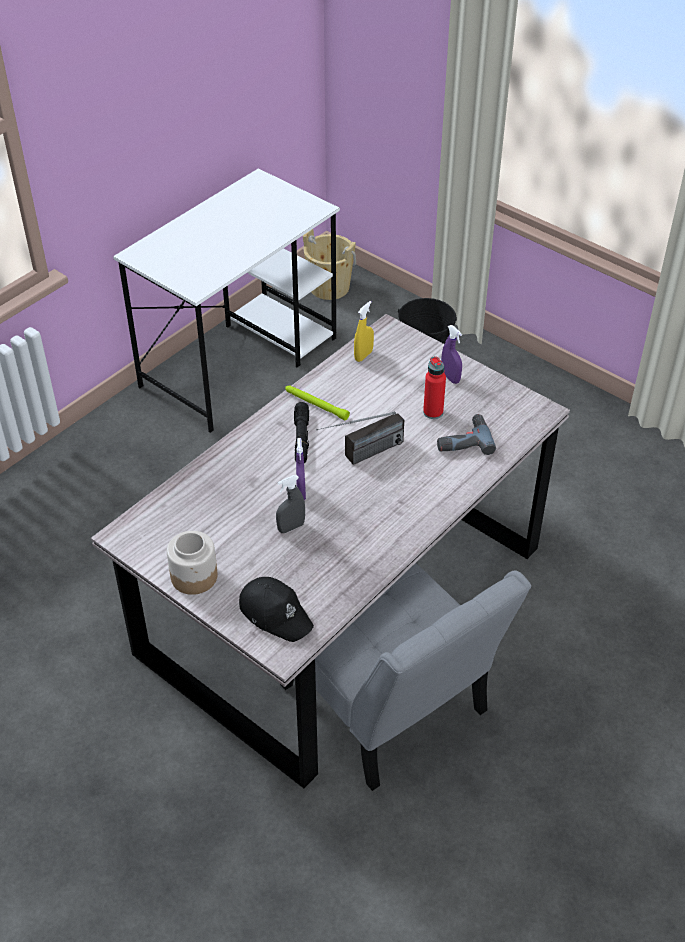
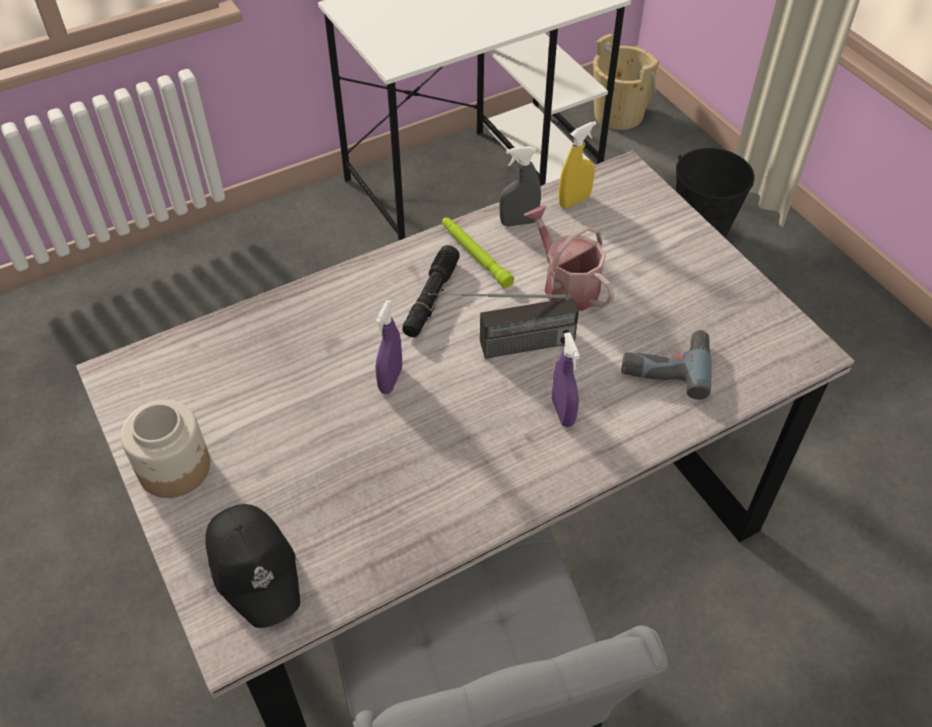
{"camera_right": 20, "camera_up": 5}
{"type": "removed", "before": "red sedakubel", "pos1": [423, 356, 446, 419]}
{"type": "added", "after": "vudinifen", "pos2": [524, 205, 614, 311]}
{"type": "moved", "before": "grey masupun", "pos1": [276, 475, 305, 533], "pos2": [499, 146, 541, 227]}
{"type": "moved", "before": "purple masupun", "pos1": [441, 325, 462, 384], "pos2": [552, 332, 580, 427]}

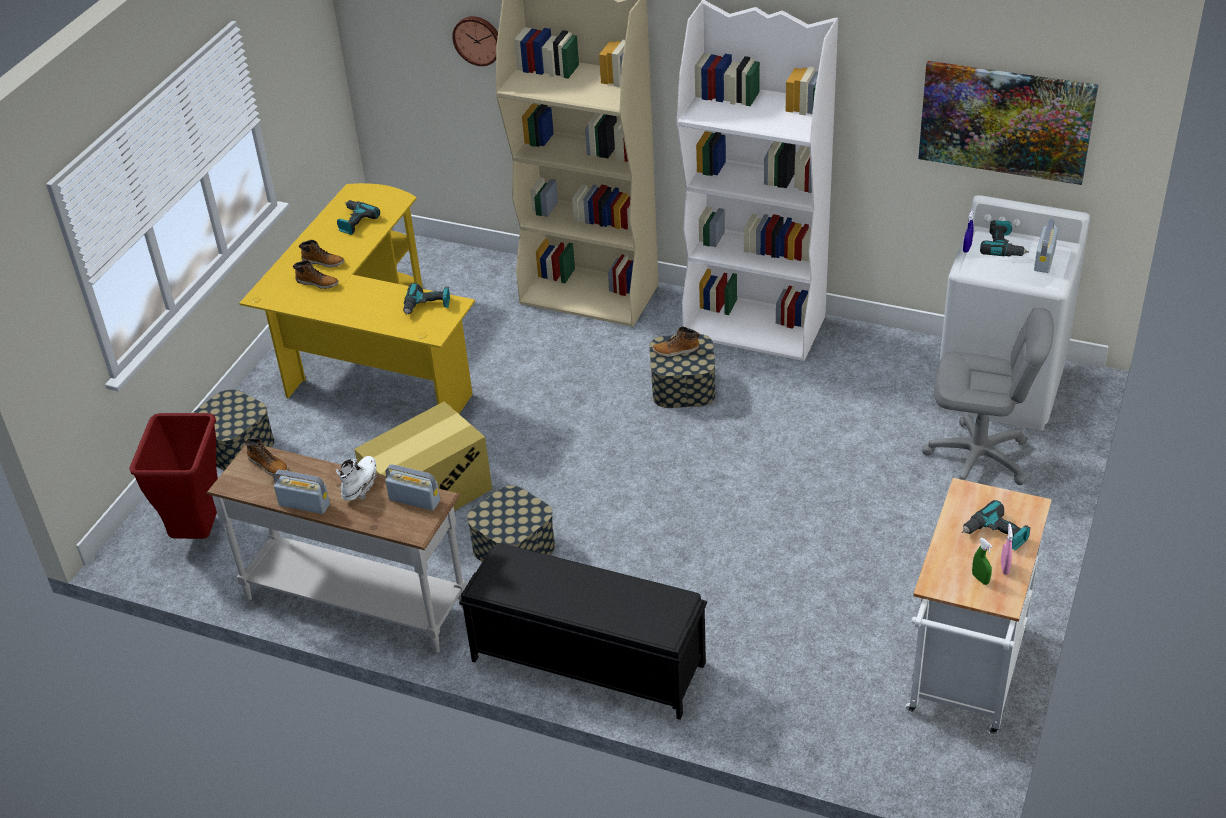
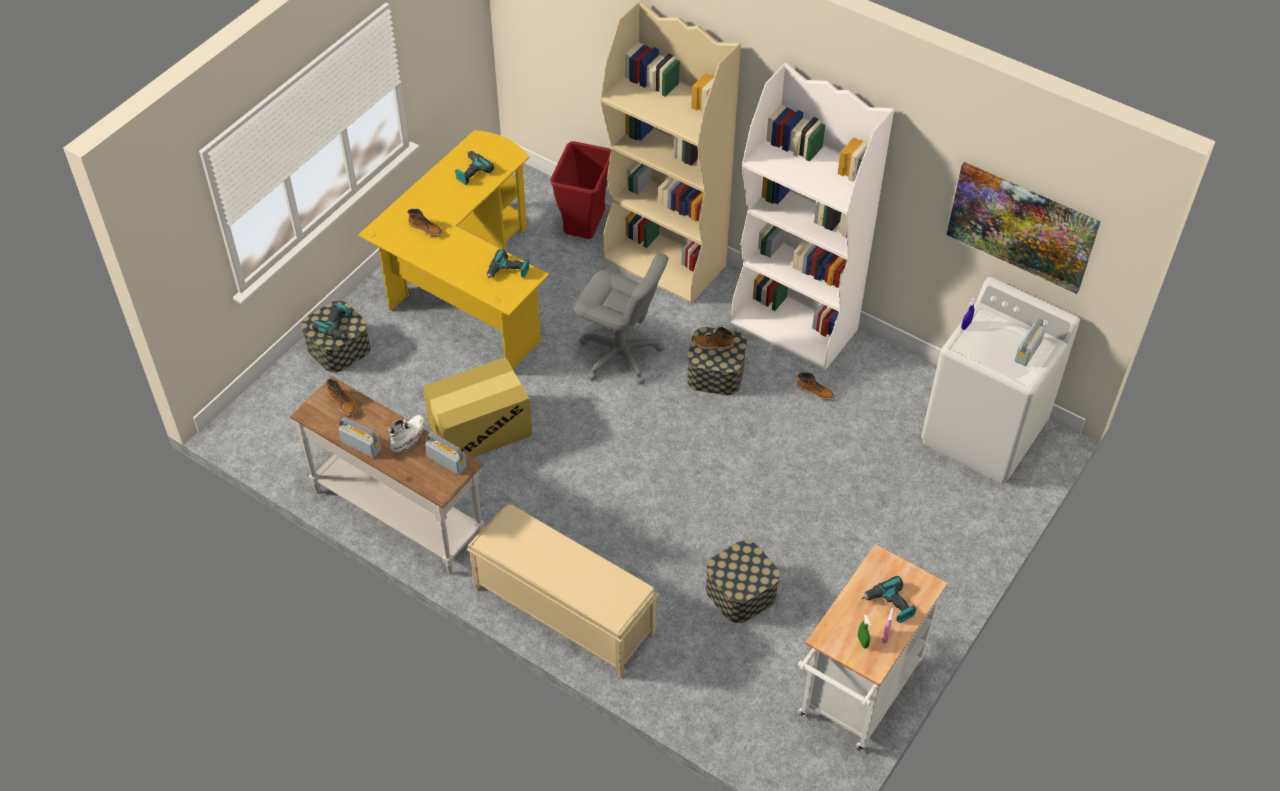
{"camera_right": 10, "camera_up": 10}
{"type": "removed", "before": "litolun", "pos1": [452, 16, 498, 66]}
{"type": "moved", "before": "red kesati", "pos1": [129, 413, 218, 539], "pos2": [550, 141, 611, 239]}
{"type": "moved", "before": "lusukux", "pos1": [299, 240, 345, 268], "pos2": [797, 372, 834, 400]}
{"type": "moved", "before": "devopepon", "pos1": [467, 485, 555, 562], "pos2": [706, 540, 780, 623]}
{"type": "moved", "before": "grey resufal", "pos1": [922, 308, 1054, 485], "pos2": [575, 253, 668, 385]}
{"type": "moved", "before": "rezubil", "pos1": [980, 220, 1029, 256], "pos2": [312, 303, 349, 339]}
{"type": "recoloured", "before": "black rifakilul", "after": "beige rifakilul", "pos1": [459, 543, 707, 720], "pos2": [467, 504, 659, 678]}

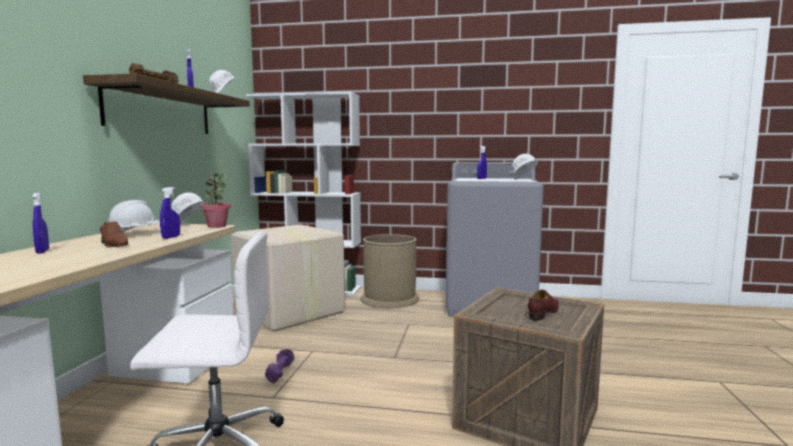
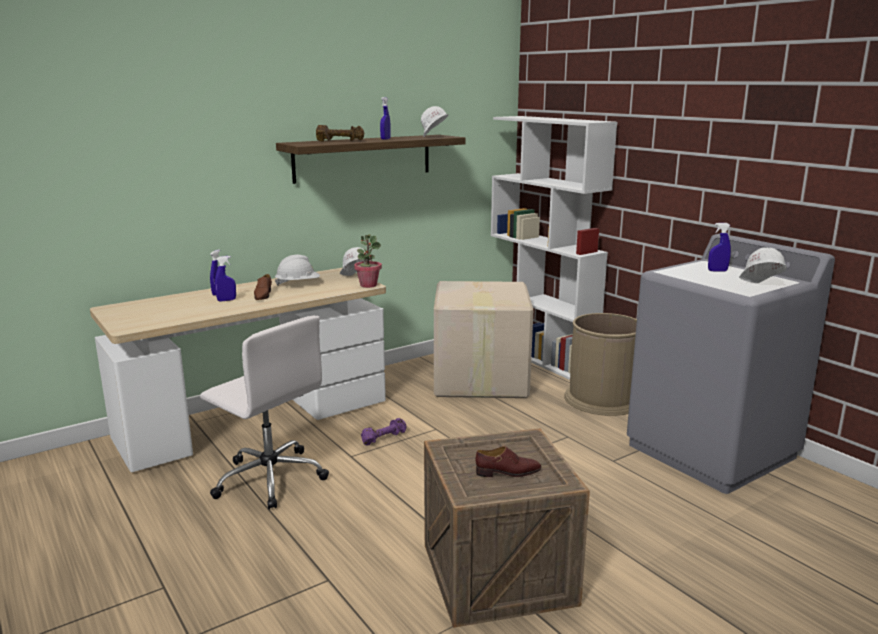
{"camera_right": 45, "camera_up": 10}
{"type": "moved", "before": "blue masupun", "pos1": [160, 187, 180, 239], "pos2": [215, 256, 236, 302]}

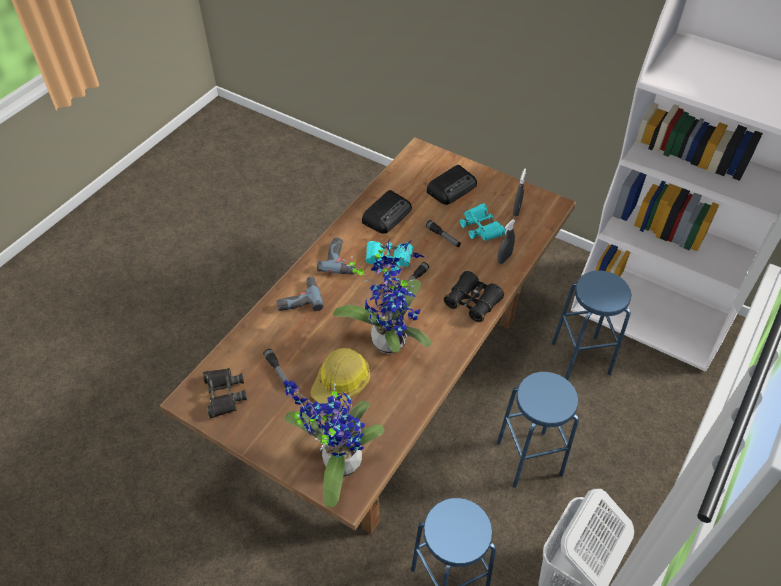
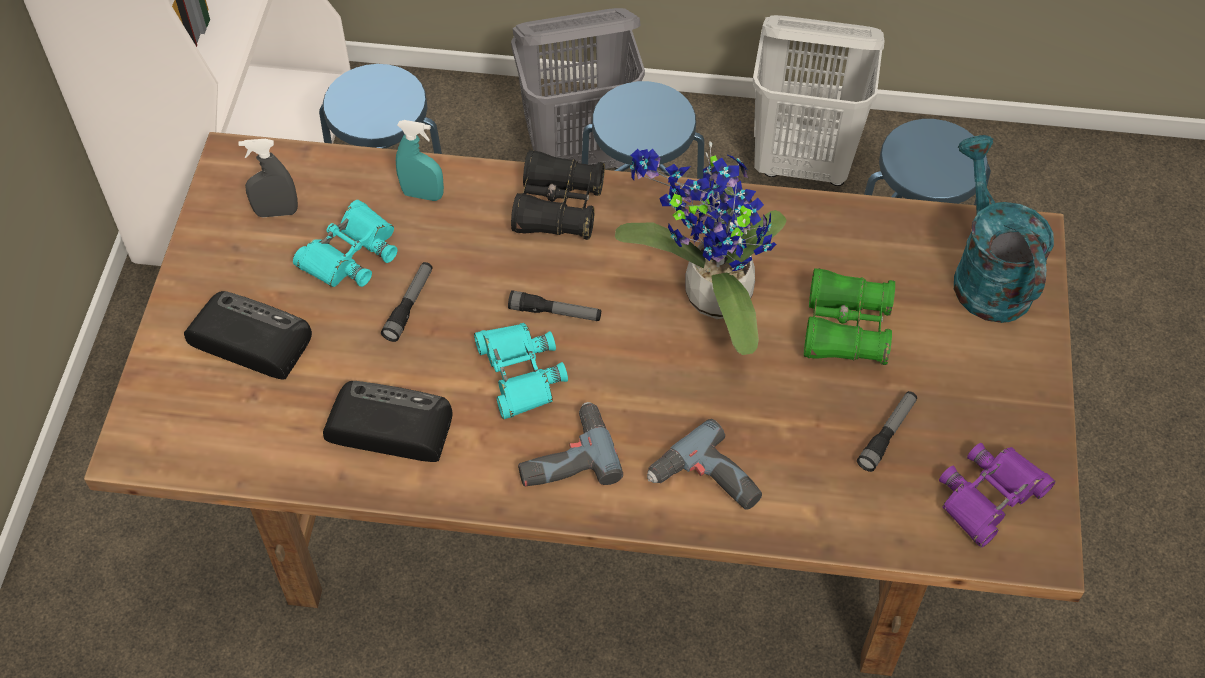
{"camera_right": -115, "camera_up": 5}
{"type": "added", "after": "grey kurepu", "pos2": [511, 8, 645, 169]}
{"type": "replaced", "before": "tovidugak", "after": "turquoise vudinifen", "pos1": [283, 380, 384, 507], "pos2": [954, 135, 1054, 323]}
{"type": "replaced", "before": "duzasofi", "after": "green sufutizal", "pos1": [311, 348, 370, 406], "pos2": [804, 268, 895, 365]}
{"type": "recoloured", "before": "black sufutizal", "after": "purple sufutizal", "pos1": [203, 368, 247, 418], "pos2": [939, 443, 1055, 547]}
{"type": "recoloured", "before": "grey masupun", "after": "turquoise masupun", "pos1": [497, 219, 516, 264], "pos2": [396, 120, 444, 201]}

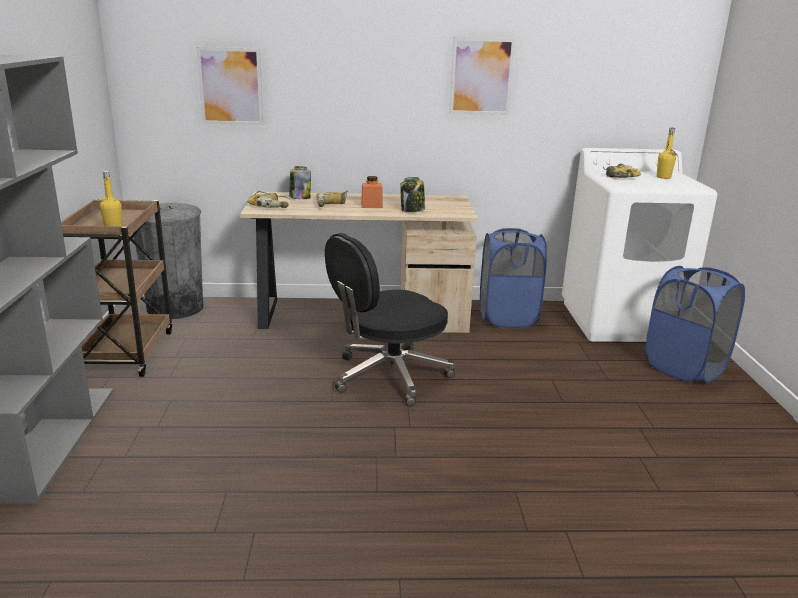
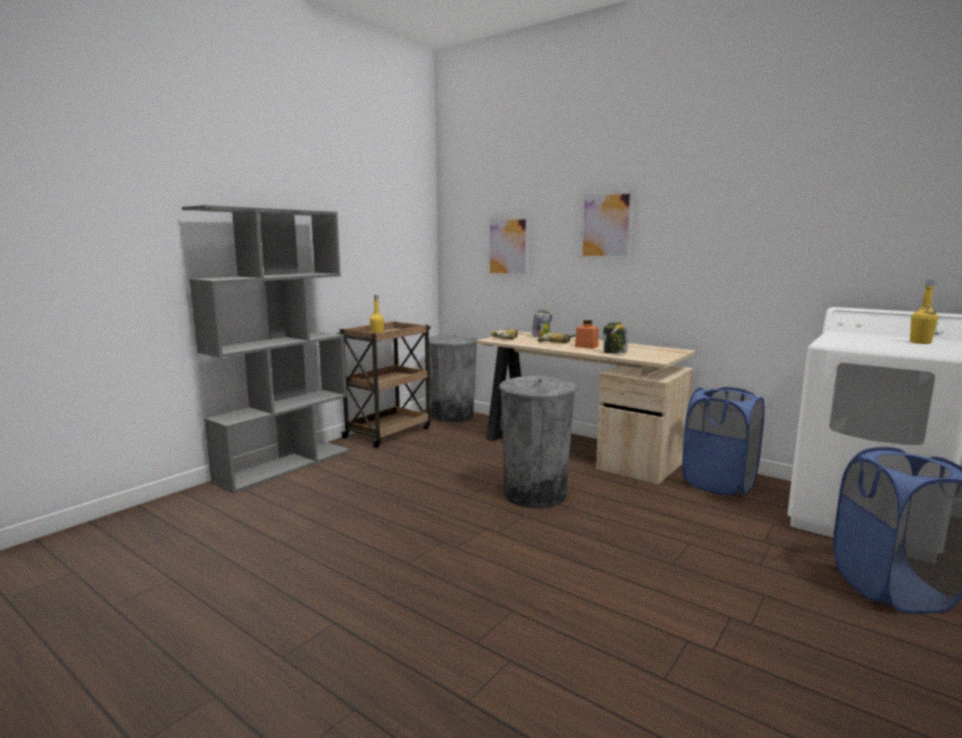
{"camera_right": 40, "camera_up": -10}
{"type": "removed", "before": "rezubil", "pos1": [603, 164, 641, 178]}
{"type": "moved", "before": "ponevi", "pos1": [449, 37, 516, 115], "pos2": [580, 190, 634, 260]}
{"type": "replaced", "before": "black resufal", "after": "grey kesati", "pos1": [325, 233, 455, 406], "pos2": [499, 376, 577, 508]}

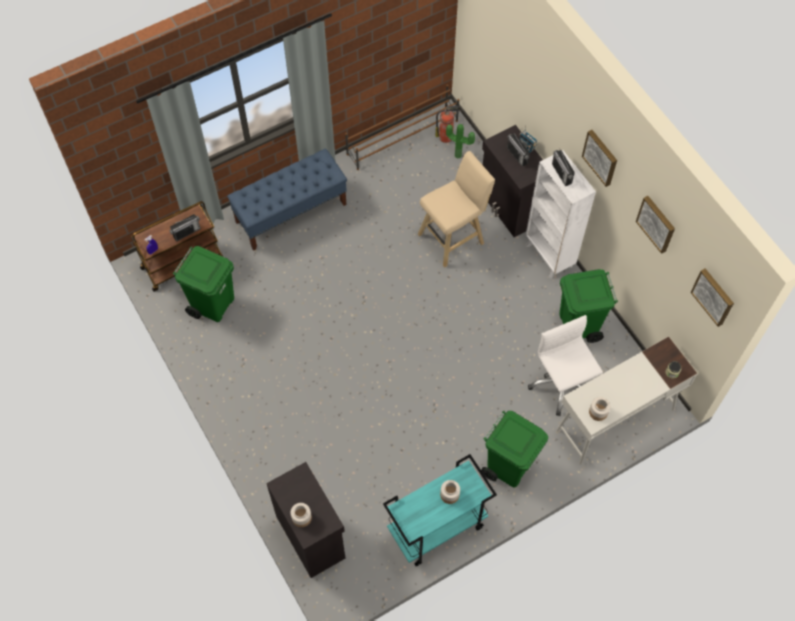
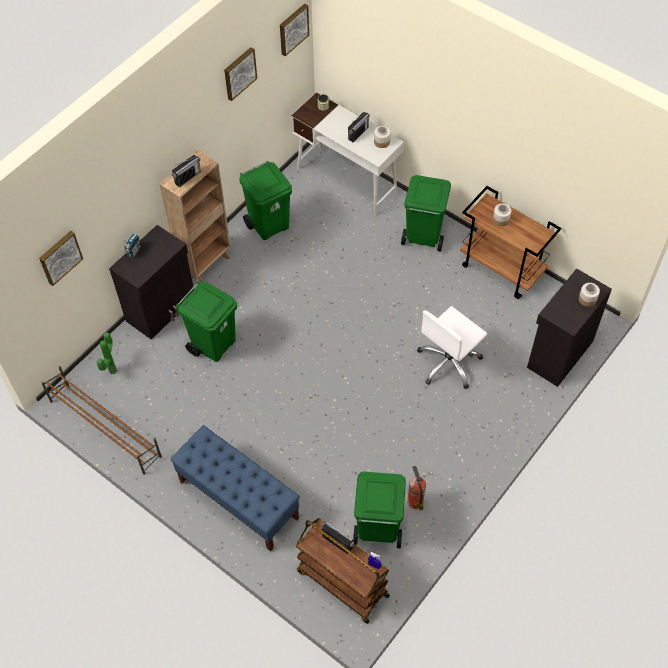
{"camera_right": -110, "camera_up": -5}
{"type": "moved", "before": "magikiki", "pos1": [436, 106, 461, 143], "pos2": [407, 466, 426, 510]}
{"type": "moved", "before": "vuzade", "pos1": [507, 132, 530, 167], "pos2": [348, 112, 370, 143]}
{"type": "moved", "before": "white resufal", "pos1": [528, 315, 603, 416], "pos2": [417, 306, 487, 389]}
{"type": "moved", "before": "ponevi", "pos1": [582, 130, 617, 187], "pos2": [39, 231, 83, 286]}
{"type": "replaced", "before": "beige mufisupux", "after": "green kesati", "pos1": [418, 151, 495, 268], "pos2": [176, 282, 237, 362]}
{"type": "recoloured", "before": "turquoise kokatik", "after": "brown kokatik", "pos1": [383, 454, 497, 566], "pos2": [460, 186, 561, 299]}
{"type": "recoloured", "before": "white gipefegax", "after": "brown gipefegax", "pos1": [525, 150, 596, 279], "pos2": [159, 150, 231, 284]}

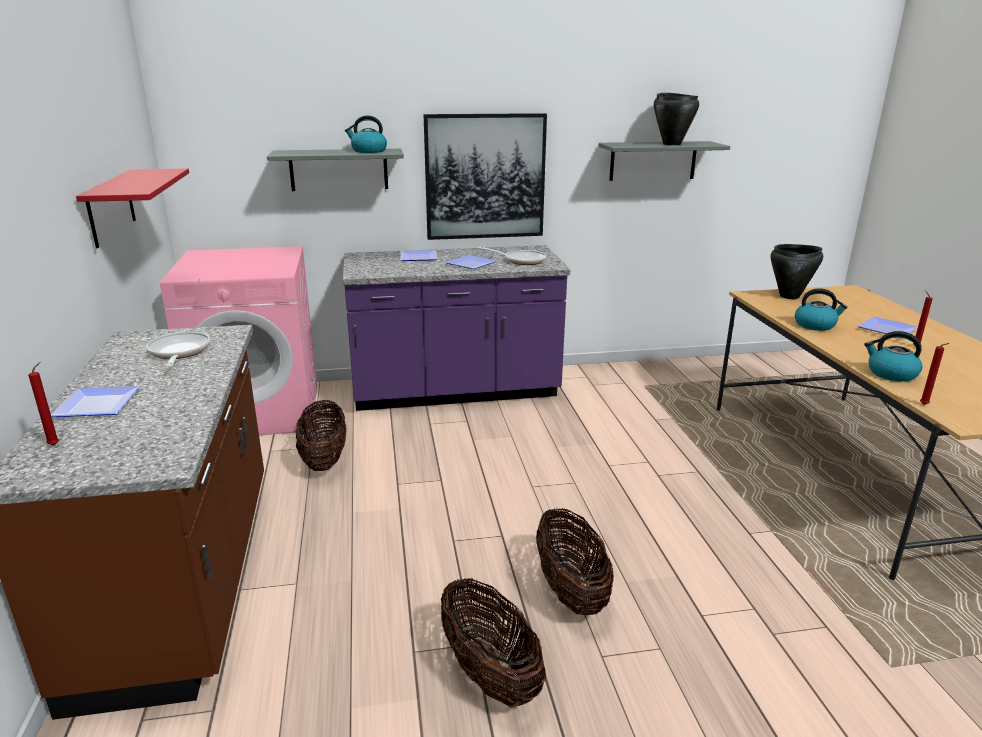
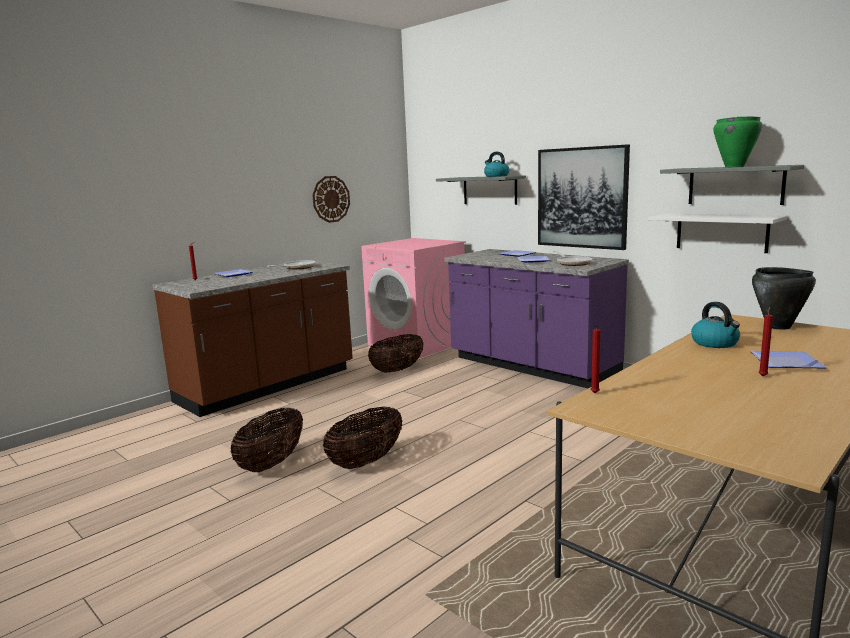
{"camera_right": 55, "camera_up": -10}
{"type": "removed", "before": "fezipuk", "pos1": [864, 331, 923, 382]}
{"type": "added", "after": "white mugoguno", "pos2": [648, 213, 787, 253]}
{"type": "replaced", "before": "red mugoguno", "after": "litolun", "pos1": [76, 168, 189, 248], "pos2": [312, 176, 350, 223]}
{"type": "recoloured", "before": "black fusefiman", "after": "green fusefiman", "pos1": [654, 92, 699, 145], "pos2": [714, 117, 762, 167]}

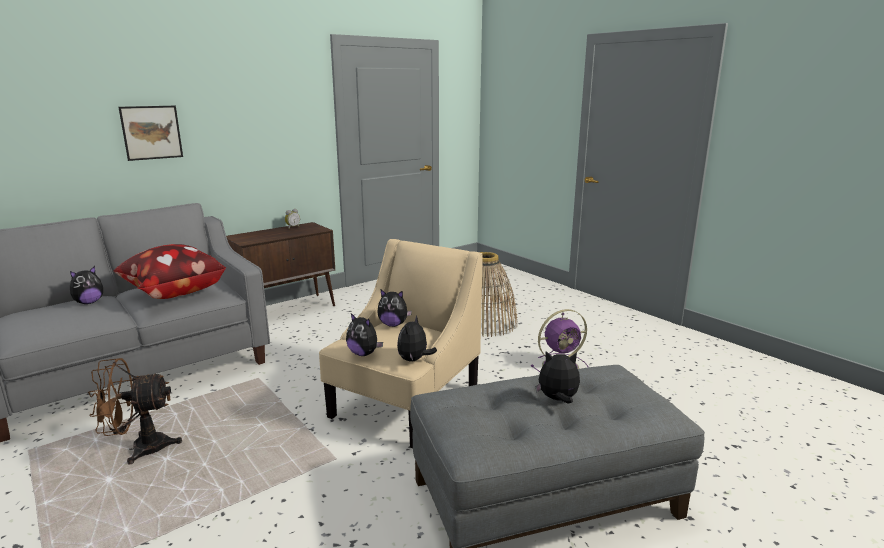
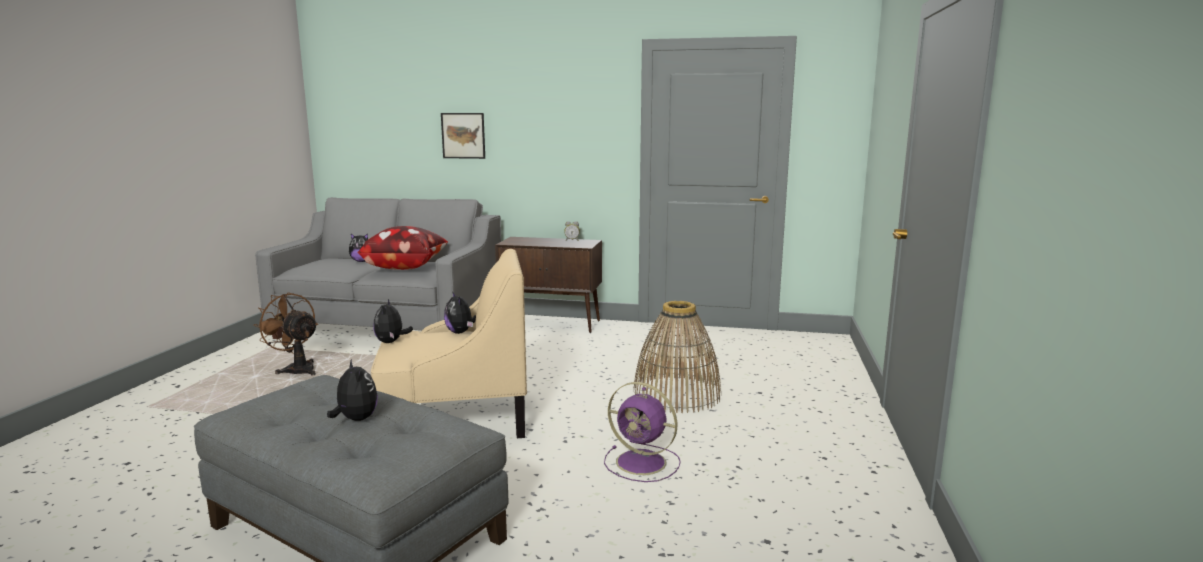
{"camera_right": 50, "camera_up": -5}
{"type": "removed", "before": "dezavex", "pos1": [397, 315, 437, 362]}

